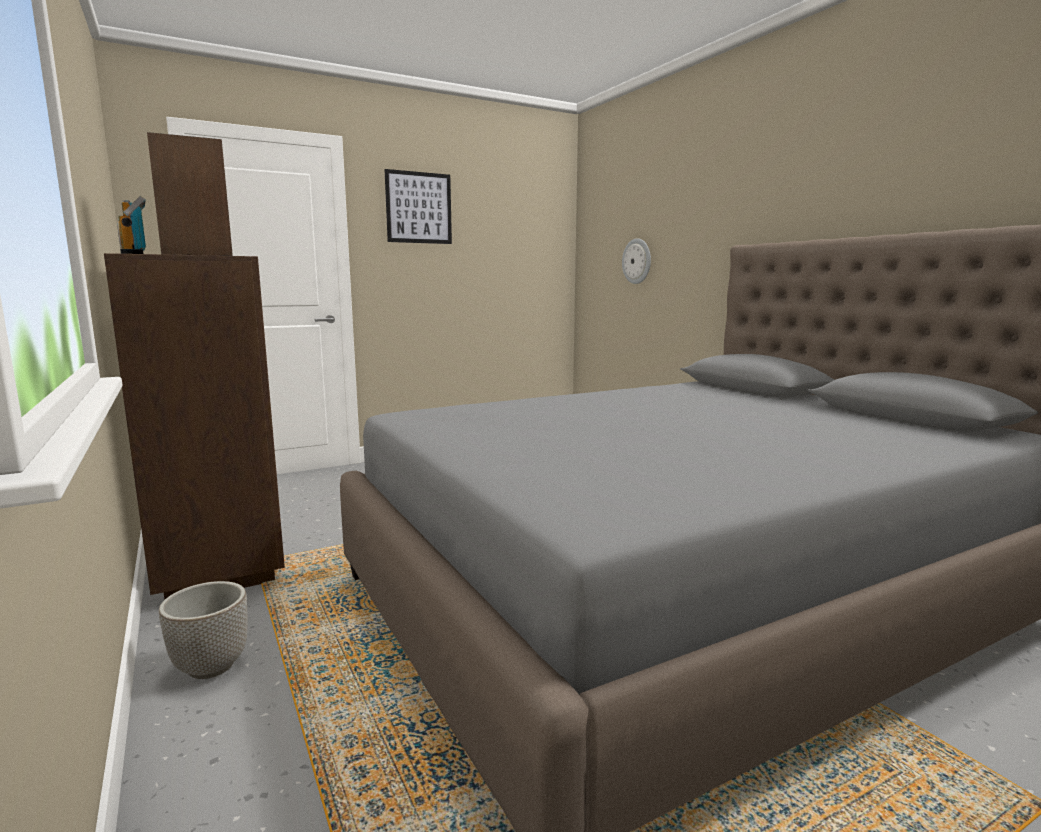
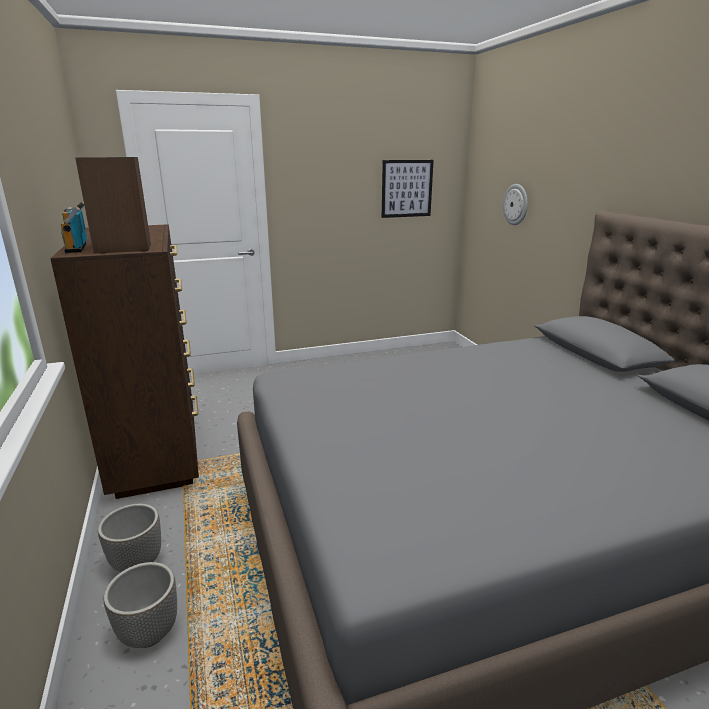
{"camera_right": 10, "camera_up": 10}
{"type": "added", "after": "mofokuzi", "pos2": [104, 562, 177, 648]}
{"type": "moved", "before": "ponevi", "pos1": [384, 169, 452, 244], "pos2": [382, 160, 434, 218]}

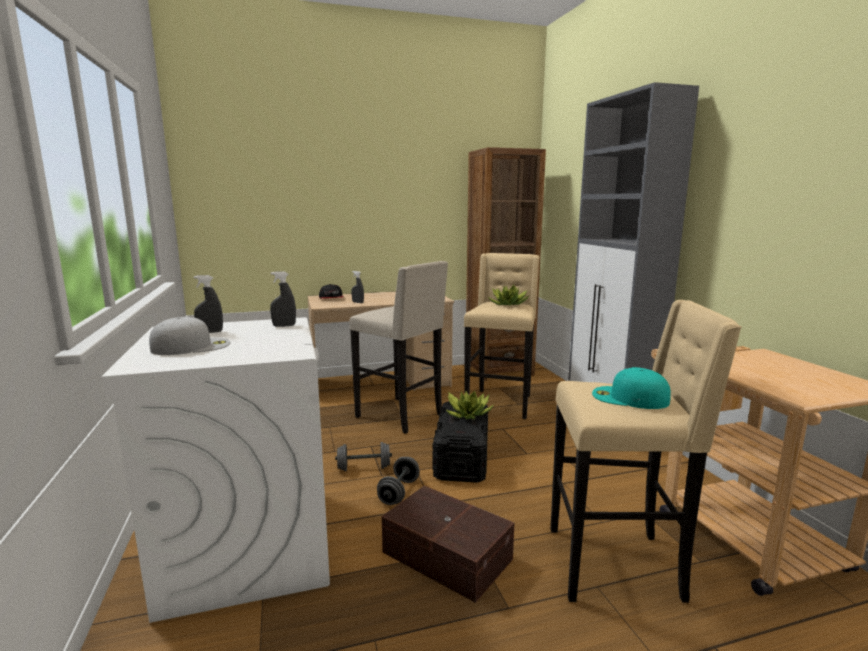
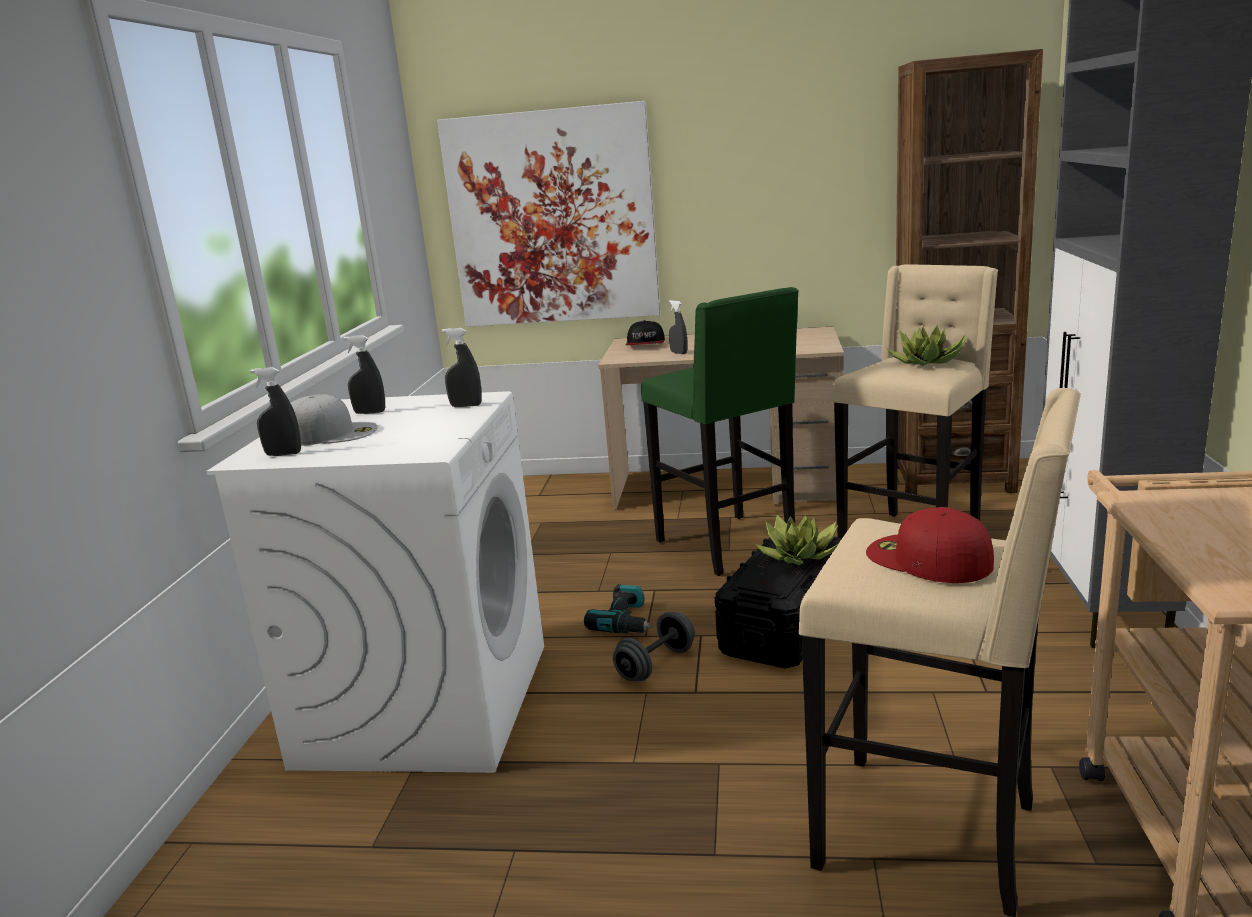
{"camera_right": 25, "camera_up": 5}
{"type": "removed", "before": "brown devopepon", "pos1": [382, 486, 514, 603]}
{"type": "added", "after": "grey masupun", "pos2": [250, 367, 301, 456]}
{"type": "added", "after": "ponevi", "pos2": [437, 101, 661, 327]}
{"type": "replaced", "before": "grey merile", "after": "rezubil", "pos1": [335, 442, 392, 471], "pos2": [584, 584, 653, 633]}
{"type": "recoloured", "before": "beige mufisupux", "after": "green mufisupux", "pos1": [349, 261, 448, 434], "pos2": [641, 287, 799, 576]}
{"type": "recoloured", "before": "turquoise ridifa", "after": "red ridifa", "pos1": [592, 367, 671, 409], "pos2": [866, 507, 994, 583]}

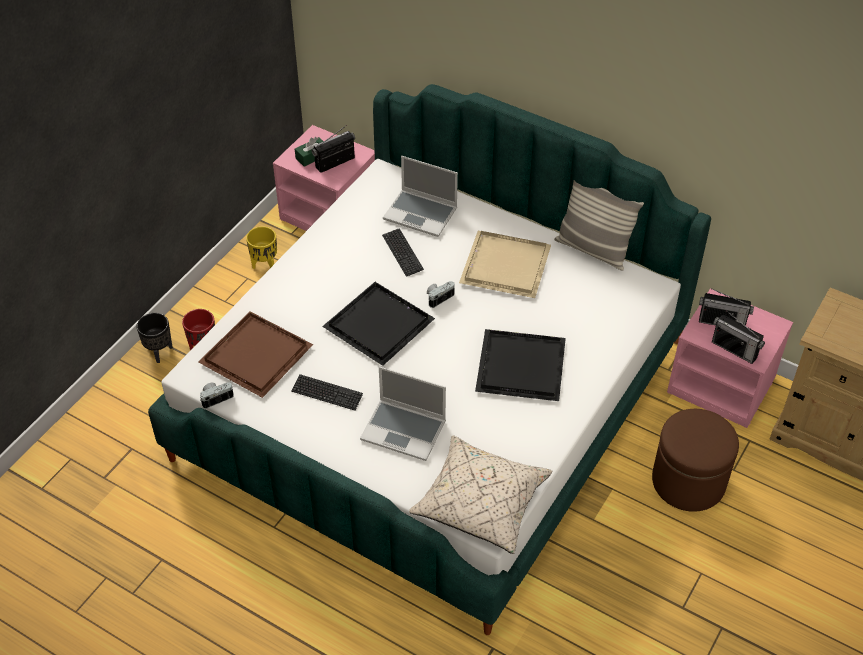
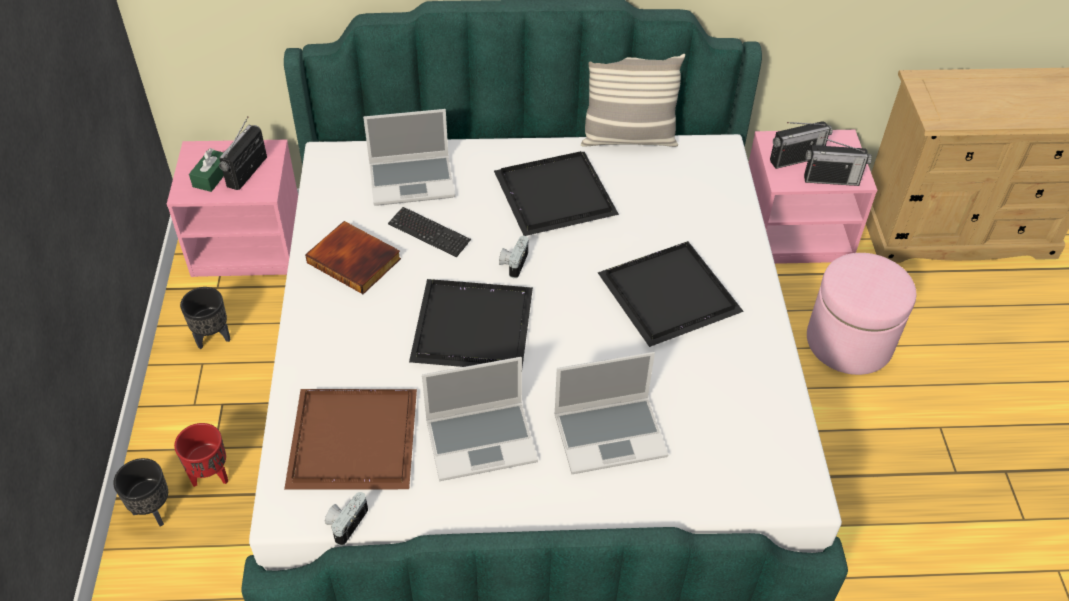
{"camera_right": -35, "camera_up": 0}
{"type": "removed", "before": "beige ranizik", "pos1": [409, 436, 552, 554]}
{"type": "added", "after": "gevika", "pos2": [305, 221, 401, 294]}
{"type": "replaced", "before": "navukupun", "after": "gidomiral", "pos1": [291, 374, 363, 411], "pos2": [422, 357, 538, 481]}
{"type": "recoloured", "before": "yellow mofokuzi", "after": "black mofokuzi", "pos1": [246, 226, 277, 269], "pos2": [180, 287, 230, 349]}
{"type": "recoloured", "before": "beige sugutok", "after": "black sugutok", "pos1": [459, 231, 551, 298], "pos2": [494, 151, 619, 236]}
{"type": "recoloured", "before": "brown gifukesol", "after": "pink gifukesol", "pos1": [652, 409, 739, 512], "pos2": [807, 253, 916, 375]}

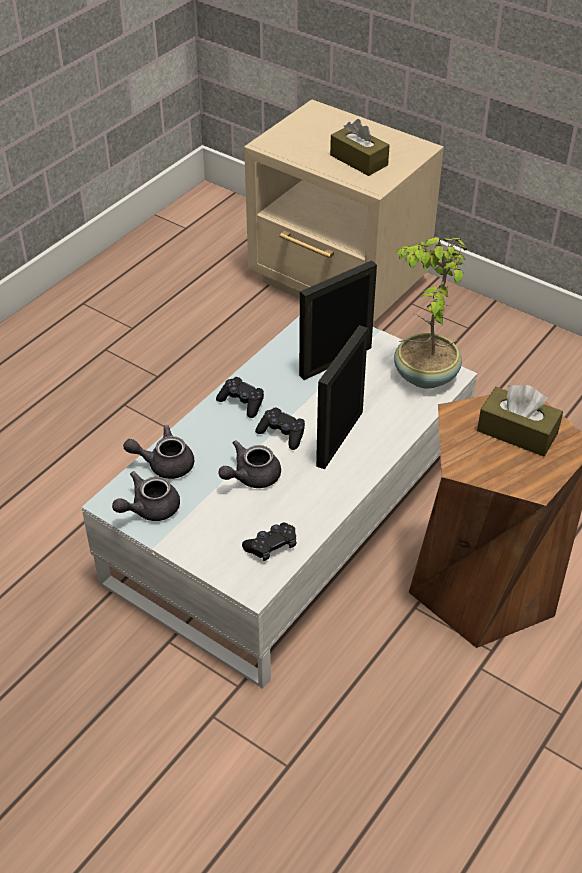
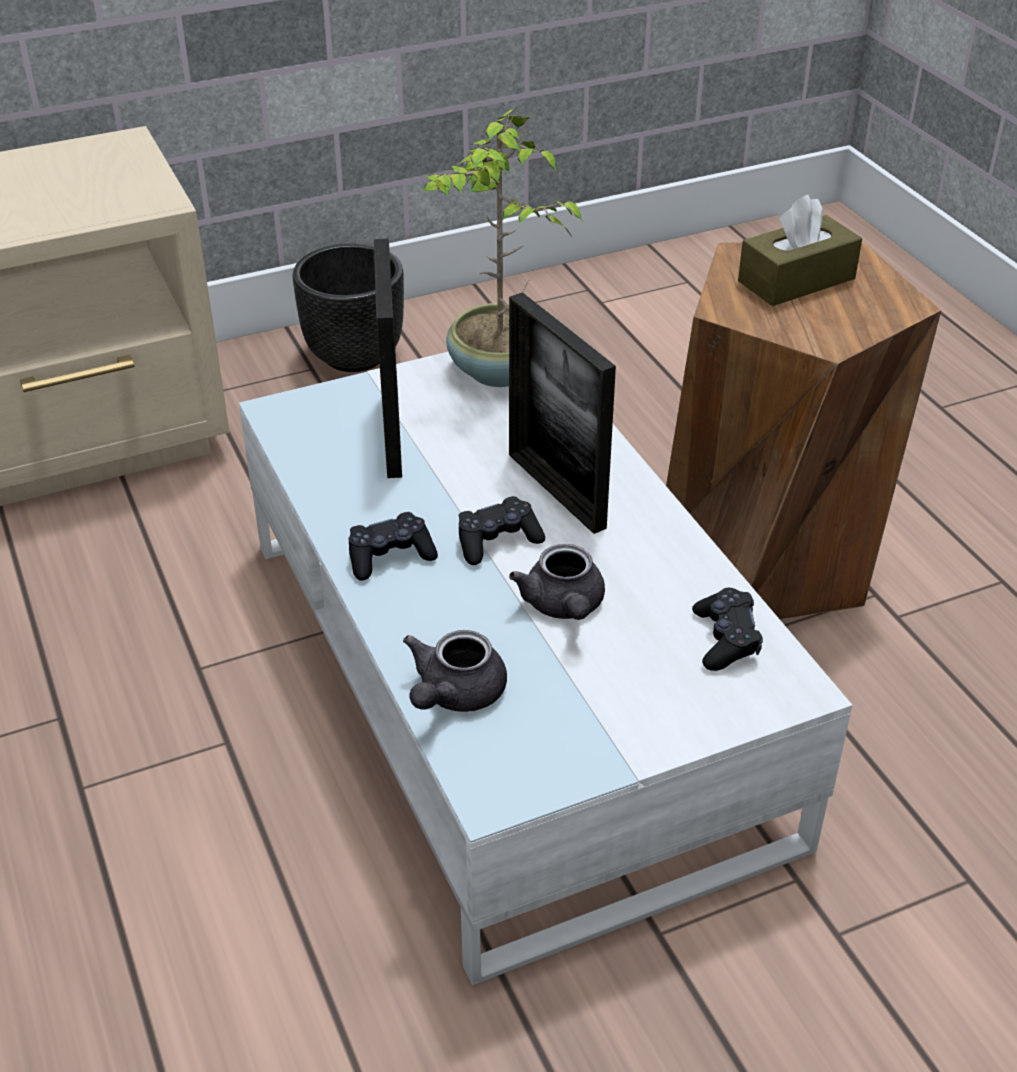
{"camera_right": -60, "camera_up": -5}
{"type": "removed", "before": "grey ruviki", "pos1": [112, 471, 180, 521]}
{"type": "removed", "before": "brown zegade", "pos1": [330, 119, 390, 176]}
{"type": "added", "after": "black mofokuzi", "pos2": [293, 243, 404, 372]}

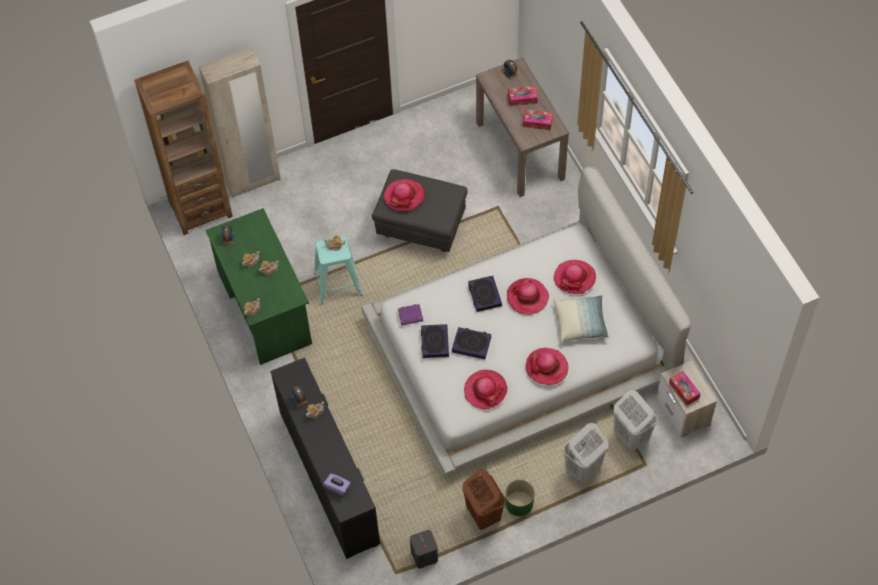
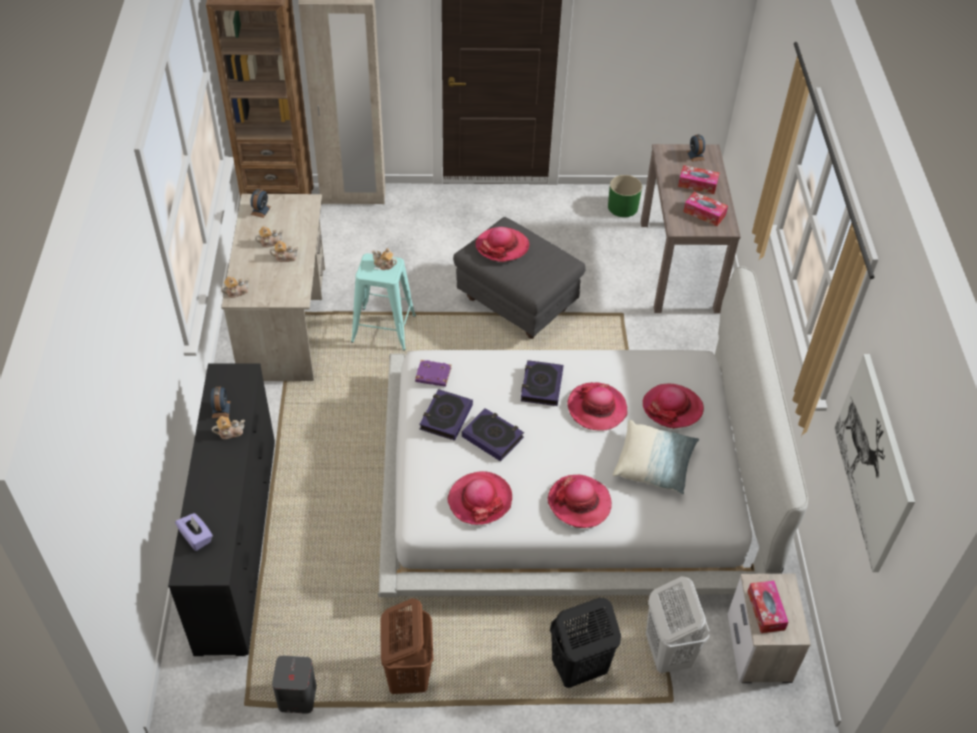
{"camera_right": 20, "camera_up": -10}
{"type": "added", "after": "ponevi", "pos2": [834, 354, 915, 572]}
{"type": "moved", "before": "green mofokuzi", "pos1": [505, 480, 535, 516], "pos2": [608, 175, 642, 217]}
{"type": "recoloured", "before": "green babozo", "after": "beige babozo", "pos1": [206, 208, 312, 365], "pos2": [221, 194, 325, 381]}
{"type": "recoloured", "before": "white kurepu", "after": "black kurepu", "pos1": [563, 423, 609, 483], "pos2": [550, 598, 621, 688]}

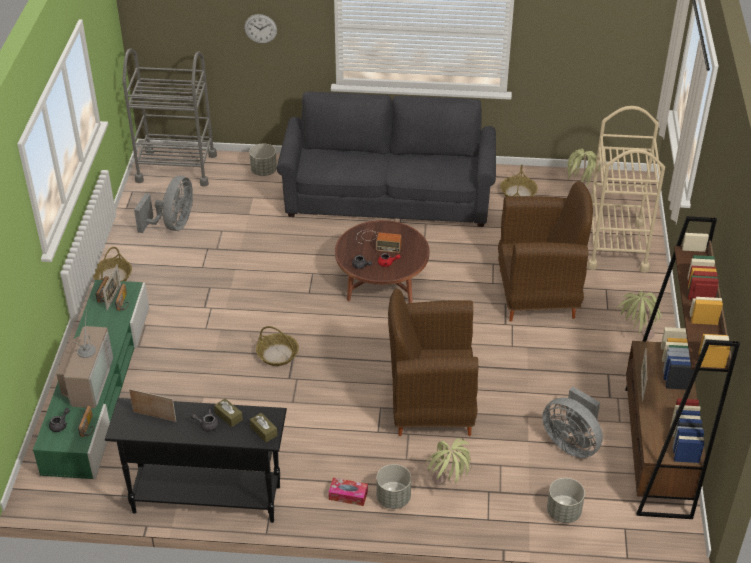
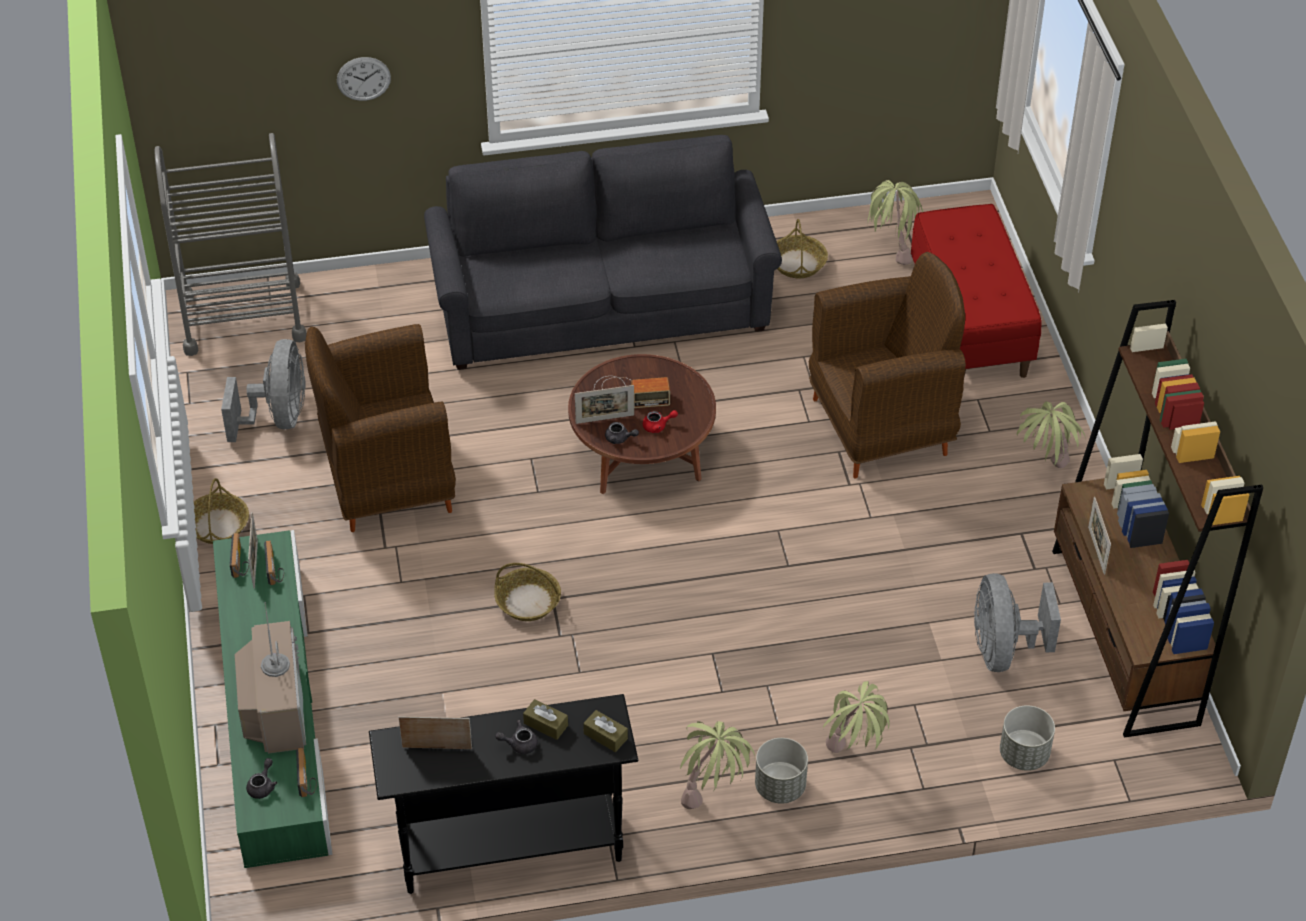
{"camera_right": -15, "camera_up": 5}
{"type": "removed", "before": "grey mofokuzi", "pos1": [249, 144, 277, 176]}
{"type": "added", "after": "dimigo", "pos2": [575, 385, 634, 424]}
{"type": "moved", "before": "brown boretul", "pos1": [388, 289, 478, 436], "pos2": [305, 324, 456, 532]}
{"type": "replaced", "before": "zegade", "after": "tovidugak", "pos1": [328, 478, 368, 506], "pos2": [680, 721, 755, 809]}
{"type": "replaced", "before": "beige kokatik", "after": "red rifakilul", "pos1": [587, 106, 665, 273], "pos2": [911, 204, 1041, 378]}
{"type": "turned", "before": "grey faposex", "pos1": [542, 387, 603, 458], "pos2": [974, 573, 1061, 672], "turn": 60}

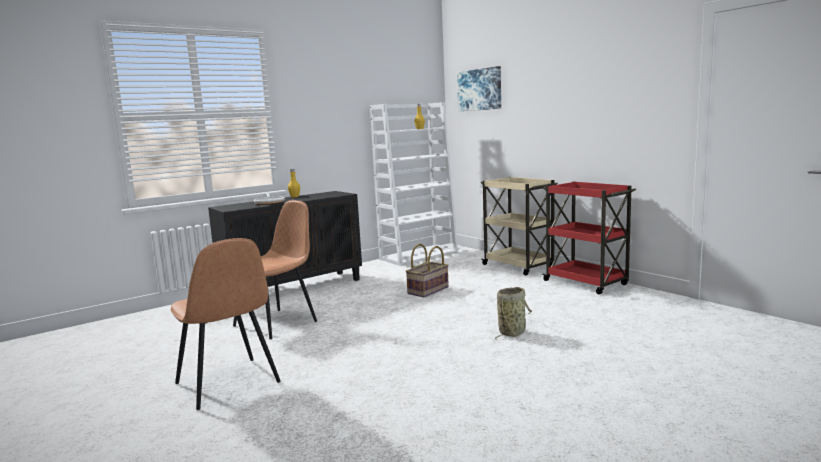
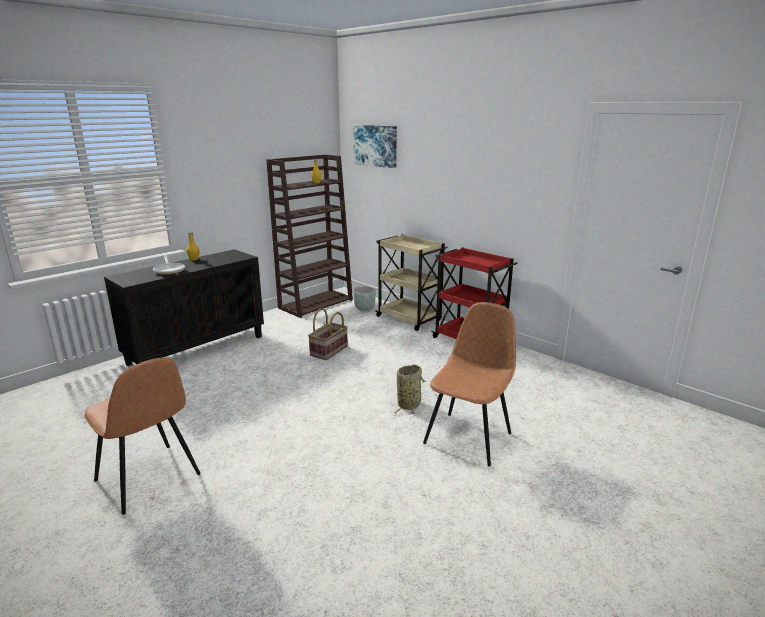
{"camera_right": -10, "camera_up": 10}
{"type": "added", "after": "grey mofokuzi", "pos2": [353, 286, 376, 311]}
{"type": "moved", "before": "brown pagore", "pos1": [233, 200, 317, 339], "pos2": [423, 302, 516, 466]}
{"type": "recoloured", "before": "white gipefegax", "after": "brown gipefegax", "pos1": [370, 102, 458, 266], "pos2": [266, 154, 353, 318]}

